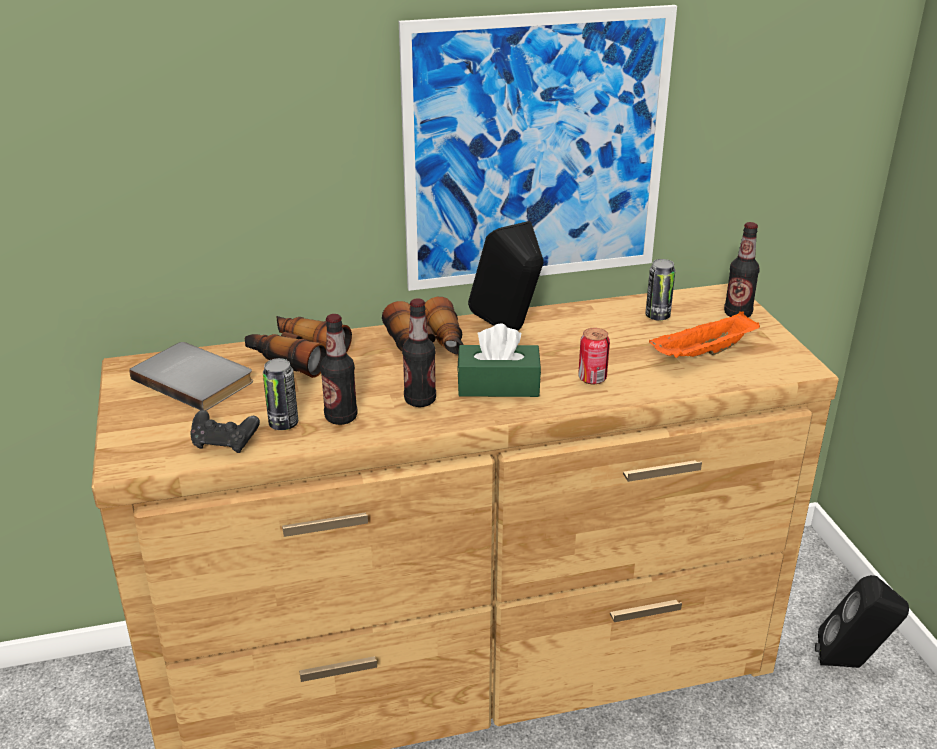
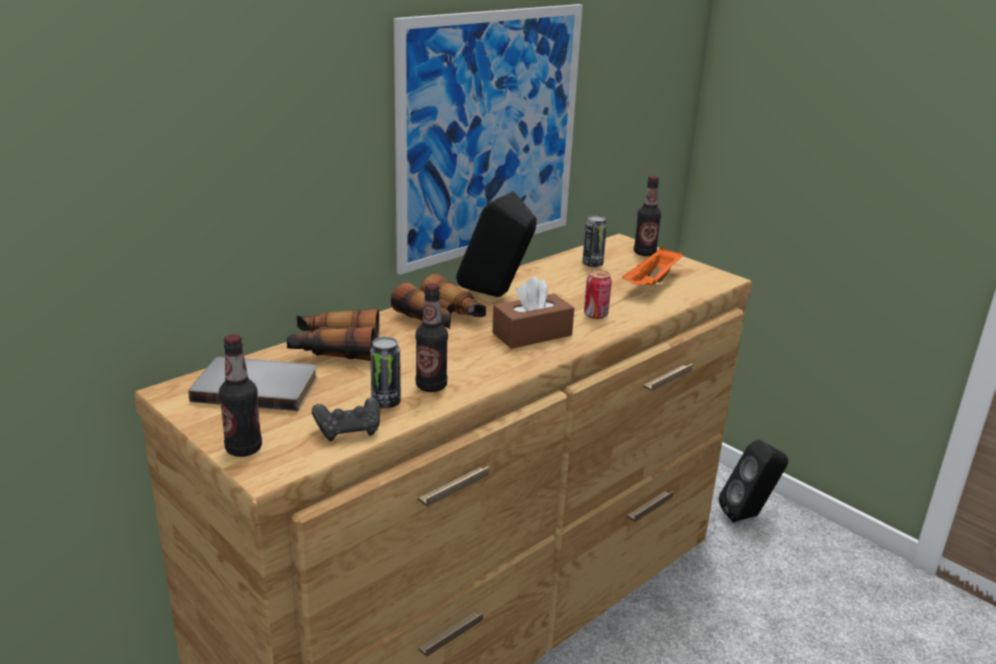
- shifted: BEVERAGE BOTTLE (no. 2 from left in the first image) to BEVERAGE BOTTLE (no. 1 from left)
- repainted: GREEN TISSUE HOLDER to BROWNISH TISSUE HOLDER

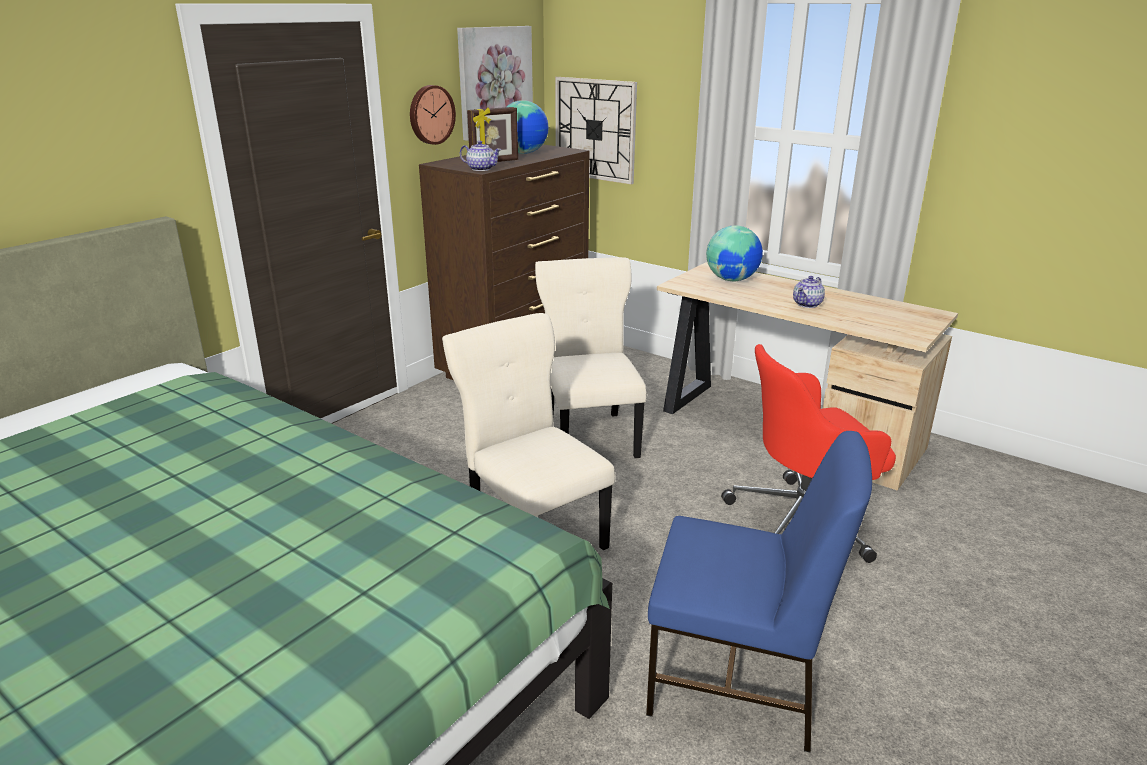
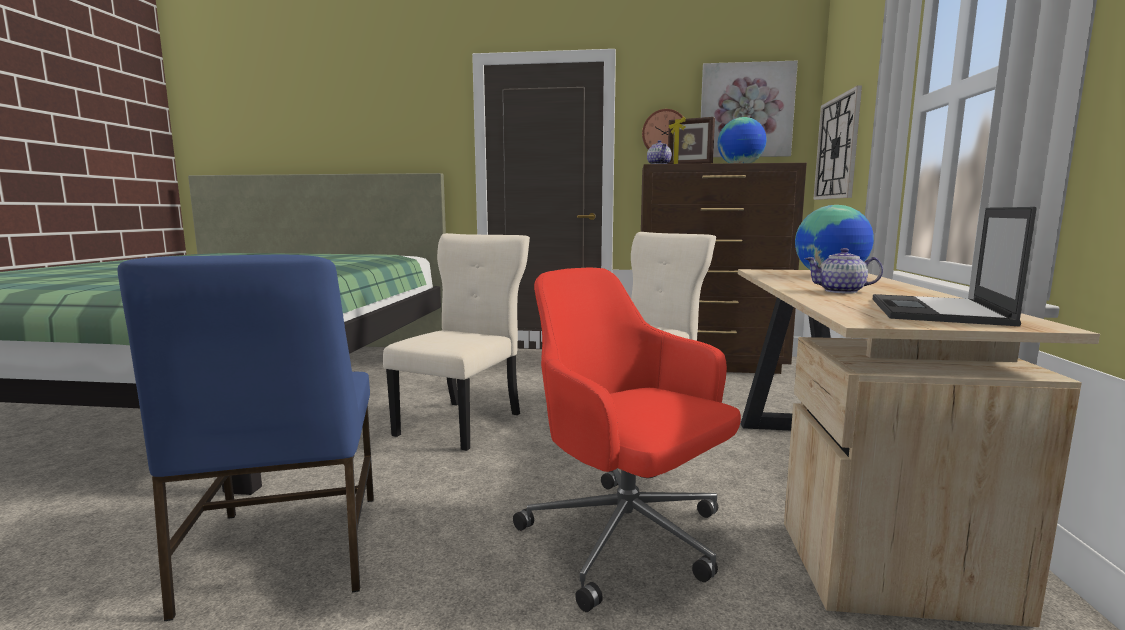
- new: LAPTOP

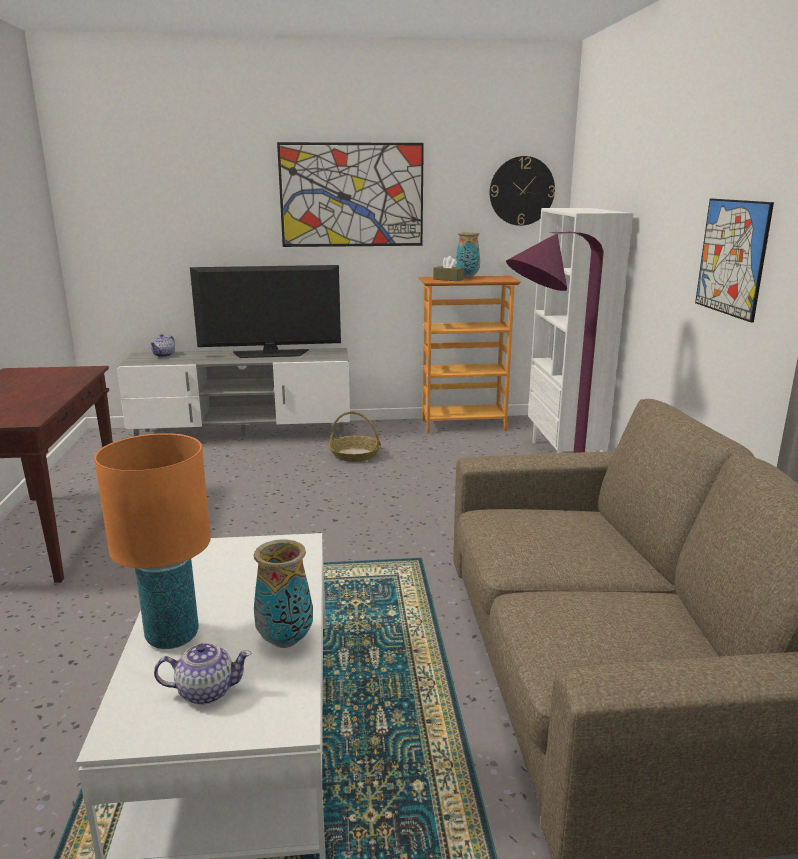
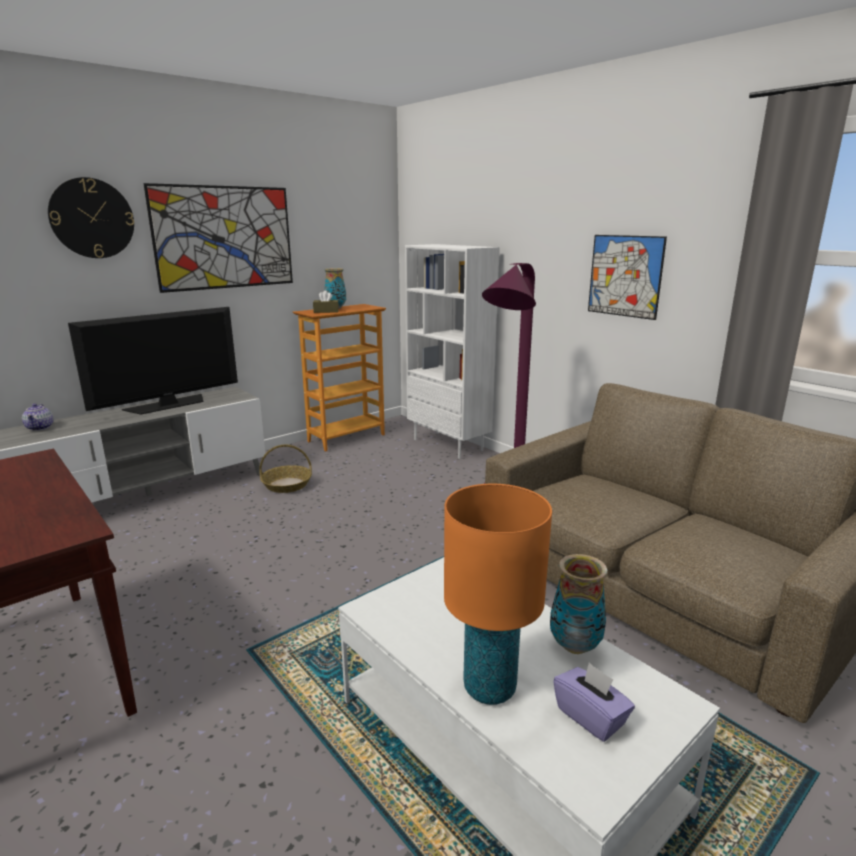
- shifted: WALL CLOCK
- swapped: POT FOR TEA (no. 2 from left) to PURPLE-COLOURED TISSUE HOLDER

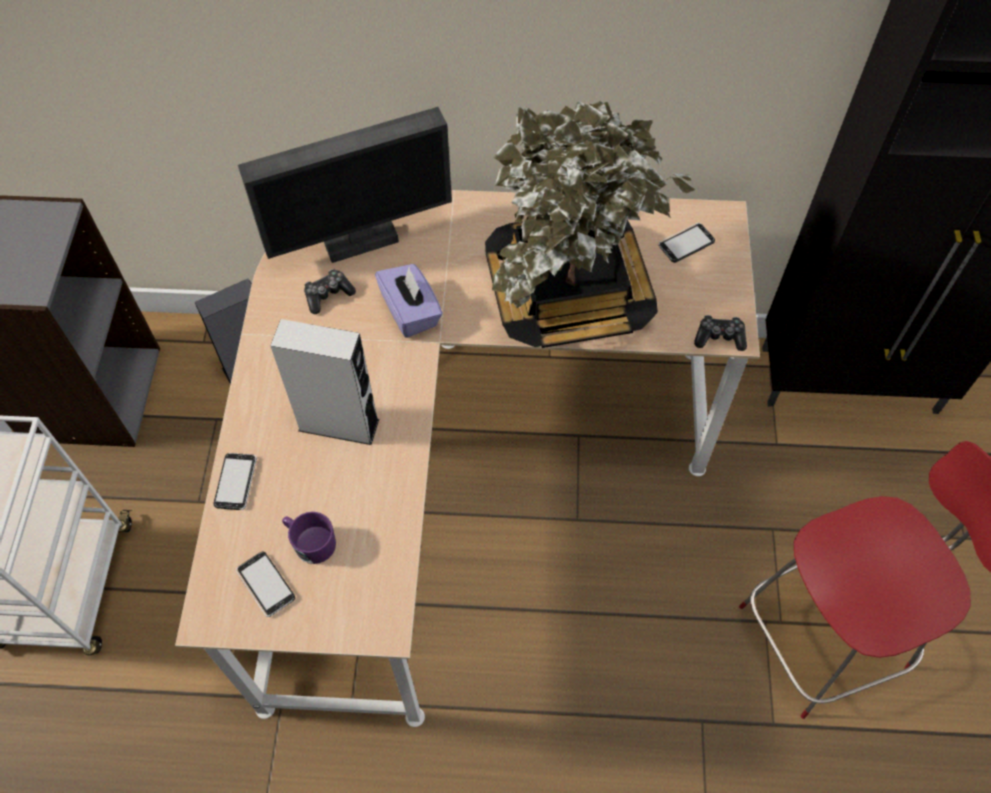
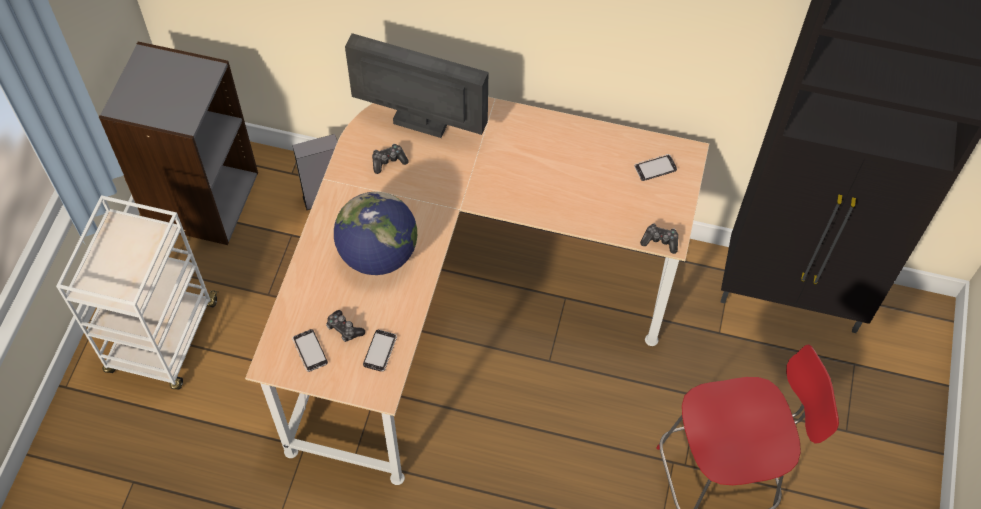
- swapped: PURPLE-COLOURED MUG to GAME CONTROLLER (no. 1 from left)
- swapped: GRAY LOUDSPEAKER (no. 2 from left) to GLOBE
- rotated: COMPUTER DISPLAY 150 degrees counterclockwise
- shifted: HANDSET (no. 1 from left in the first image) to HANDSET (no. 2 from left)
- gone: PURPLE-COLOURED TISSUE HOLDER
- gone: PLANT IN A POT

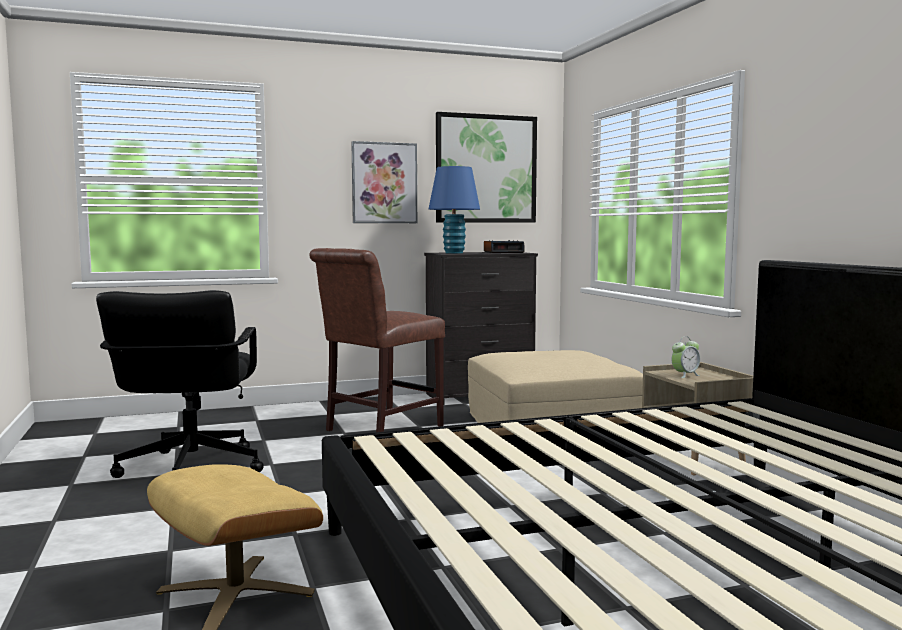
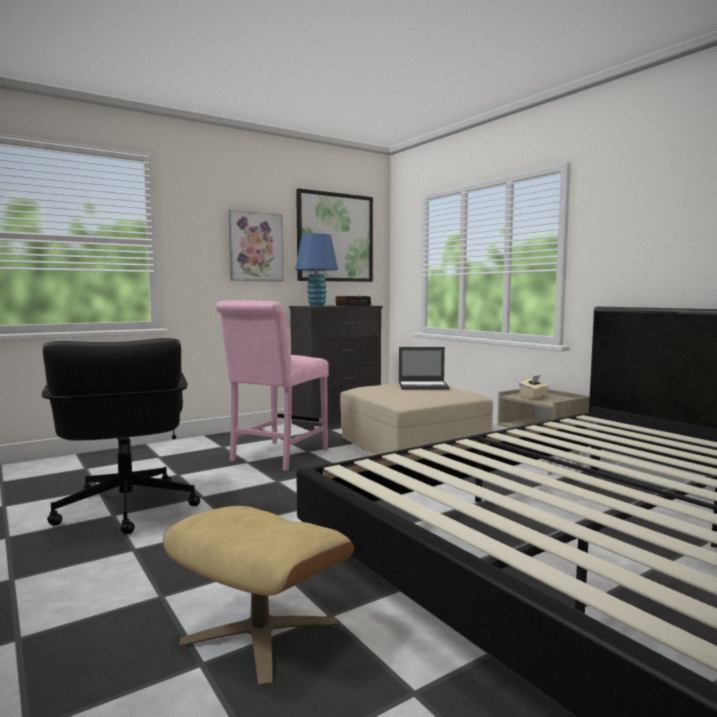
- repainted: BROWNISH UPRIGHT CHAIR to PINKISH UPRIGHT CHAIR
- new: LAPTOP
- swapped: ALARM CLOCK (no. 2 from left) to SAND-COLOURED TISSUE HOLDER

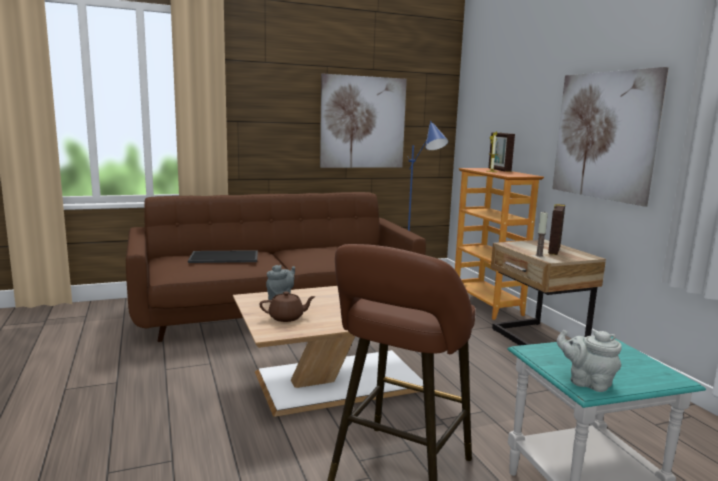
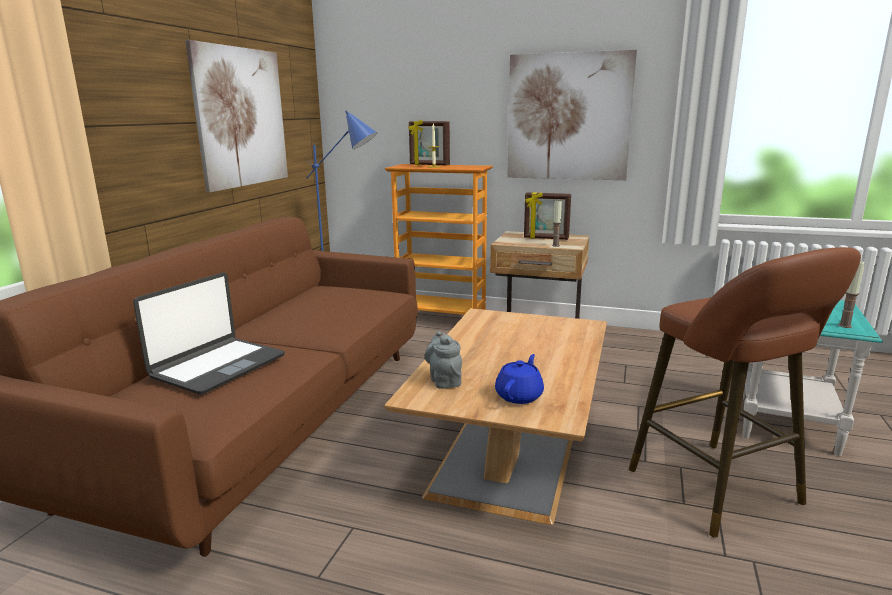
- swapped: SERVING TRAY to LAPTOP
- repainted: BROWNISH POT FOR TEA to BLUISH POT FOR TEA
- rotated: STANDING FRAME (no. 2 from left) 45 degrees counterclockwise
- swapped: GRAY POT FOR TEA (no. 2 from left) to CANDLE (no. 3 from left)

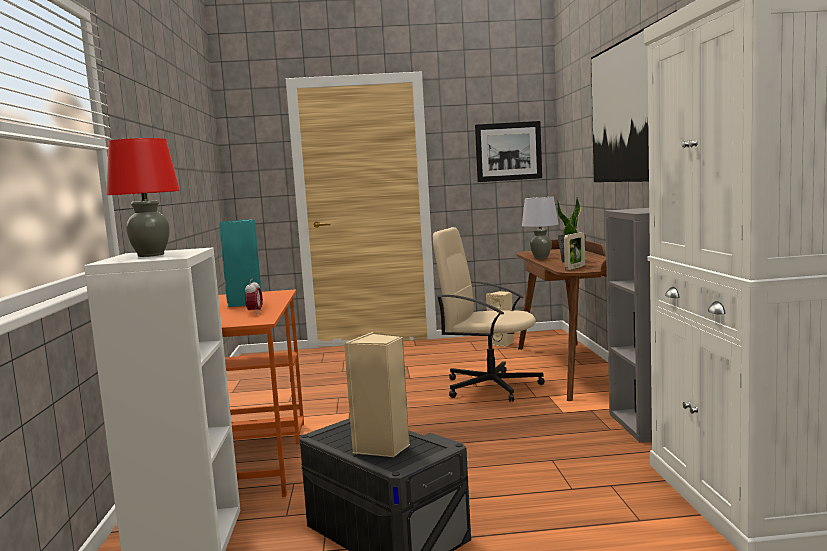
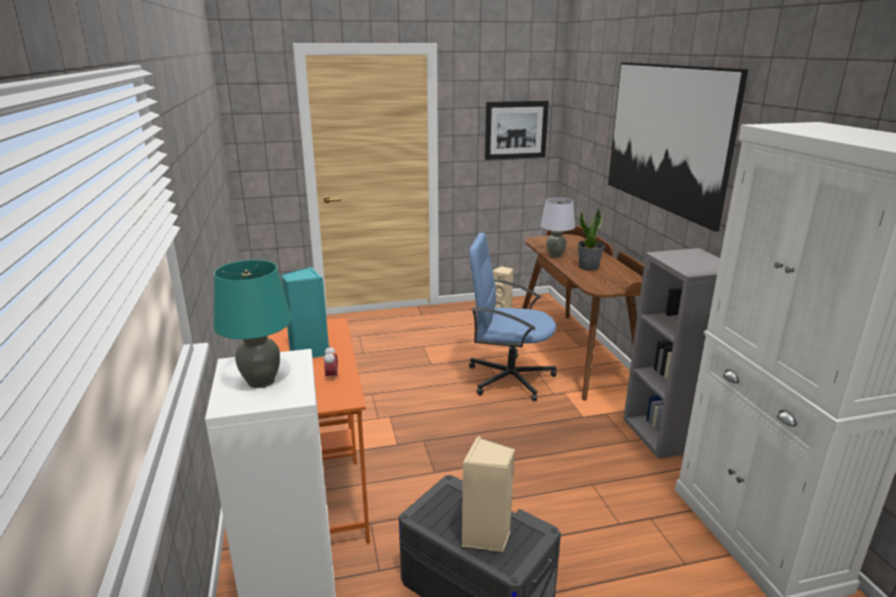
- repainted: REDDISH LAMP FOR A TABLE to BLUE-GREEN LAMP FOR A TABLE
- repainted: SAND-COLOURED OFFICE CHAIR to BLUISH OFFICE CHAIR
- gone: STANDING FRAME

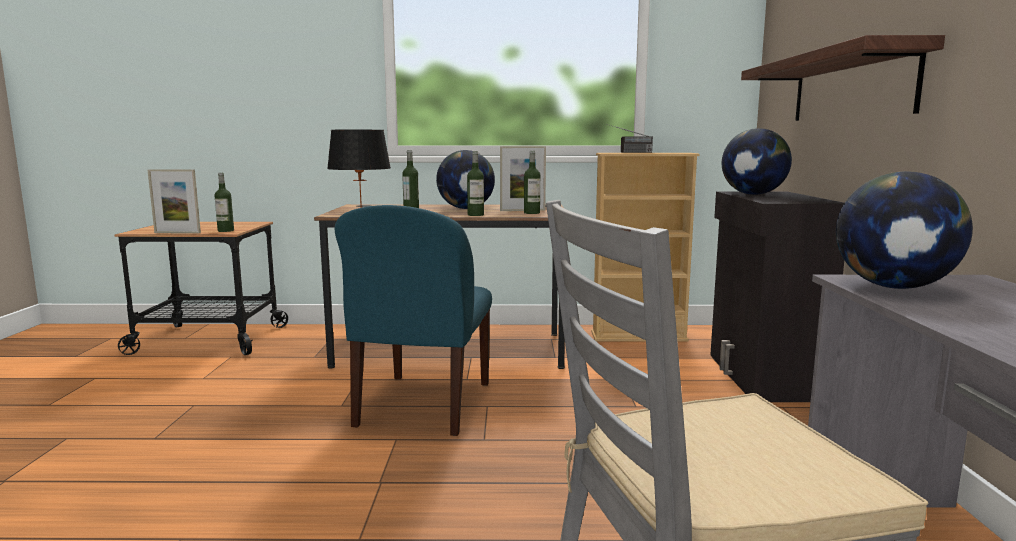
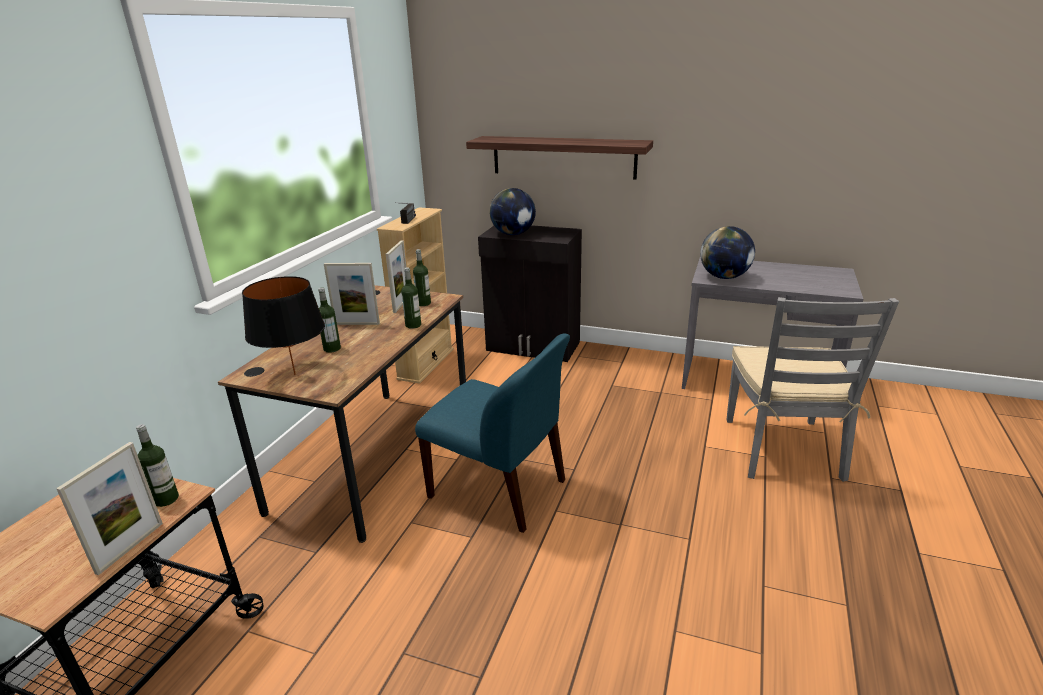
- swapped: GLOBE (no. 1 from left) to STANDING FRAME (no. 2 from left)

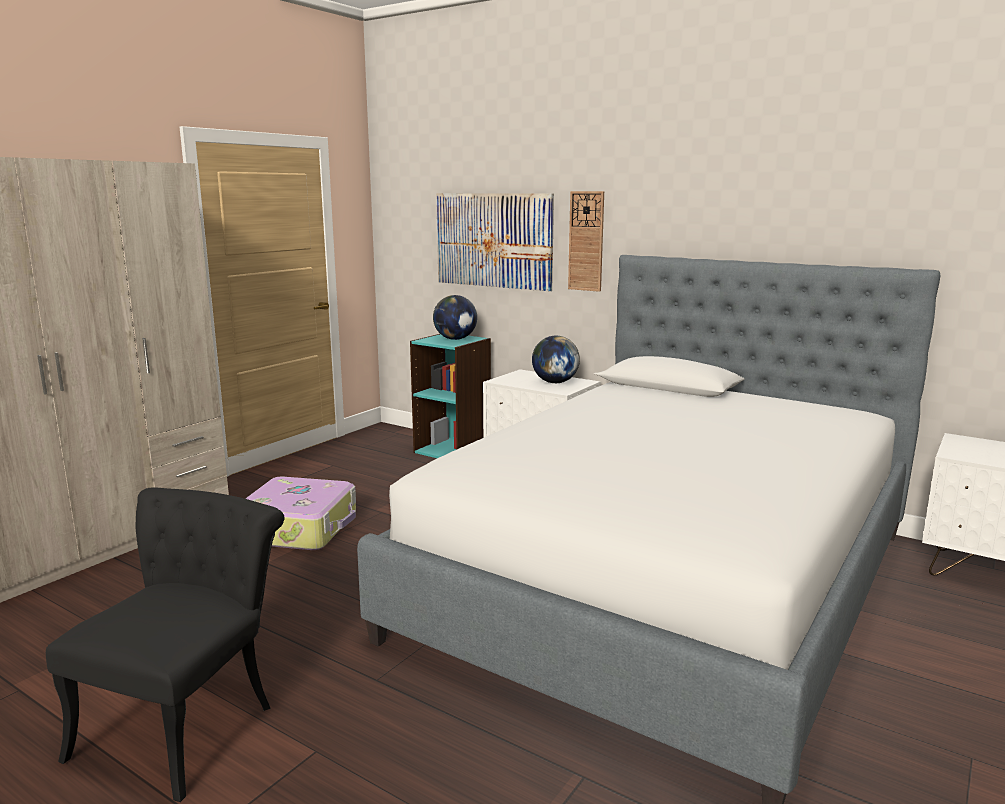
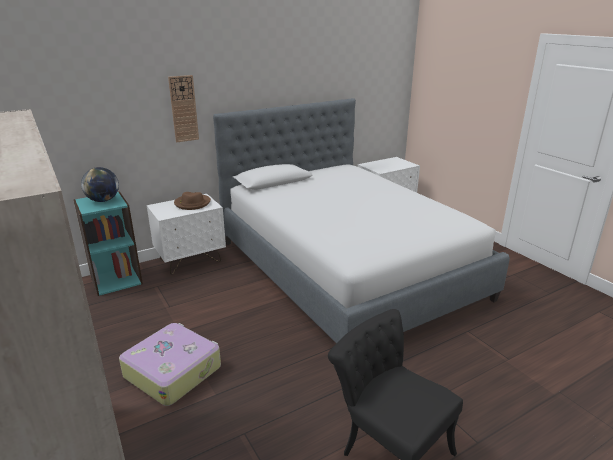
- swapped: GLOBE (no. 2 from left) to BROWNISH CLOTHING HAT
- gone: WALL ART

